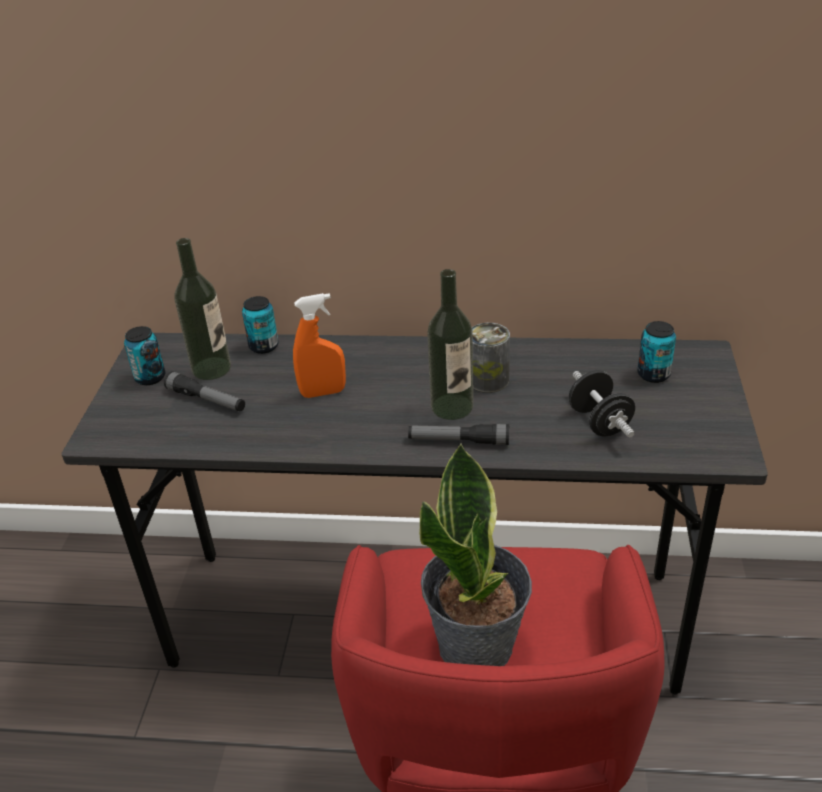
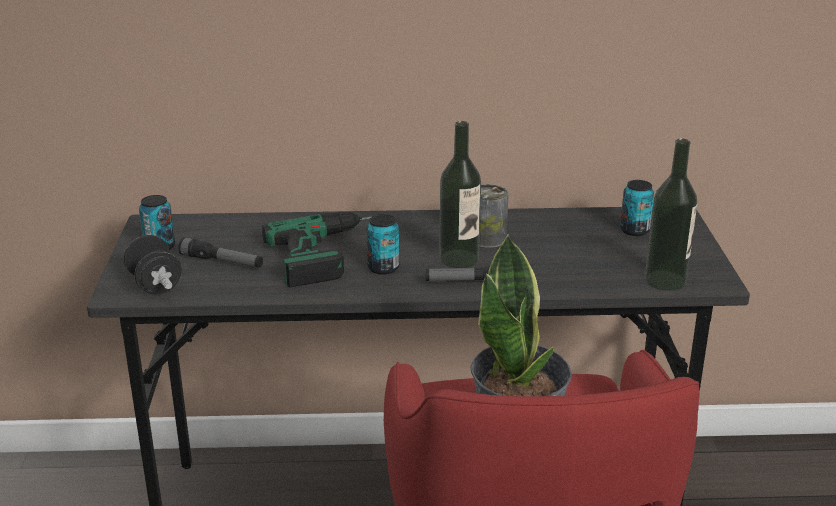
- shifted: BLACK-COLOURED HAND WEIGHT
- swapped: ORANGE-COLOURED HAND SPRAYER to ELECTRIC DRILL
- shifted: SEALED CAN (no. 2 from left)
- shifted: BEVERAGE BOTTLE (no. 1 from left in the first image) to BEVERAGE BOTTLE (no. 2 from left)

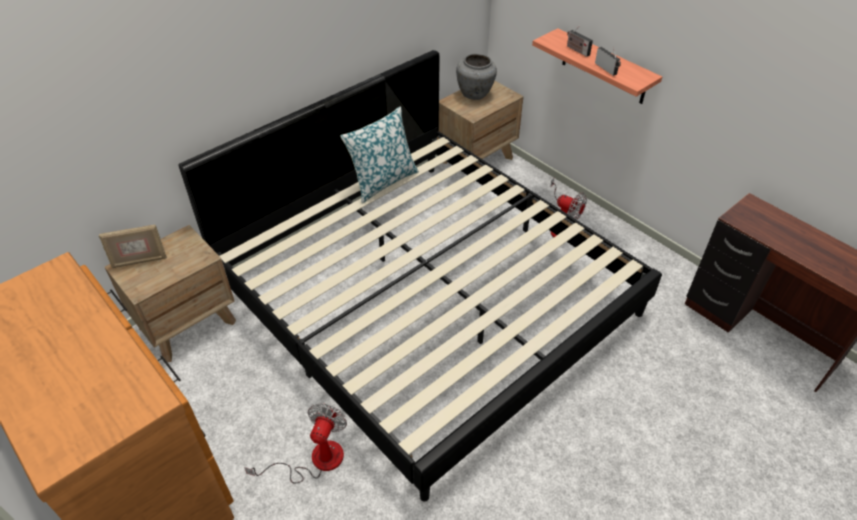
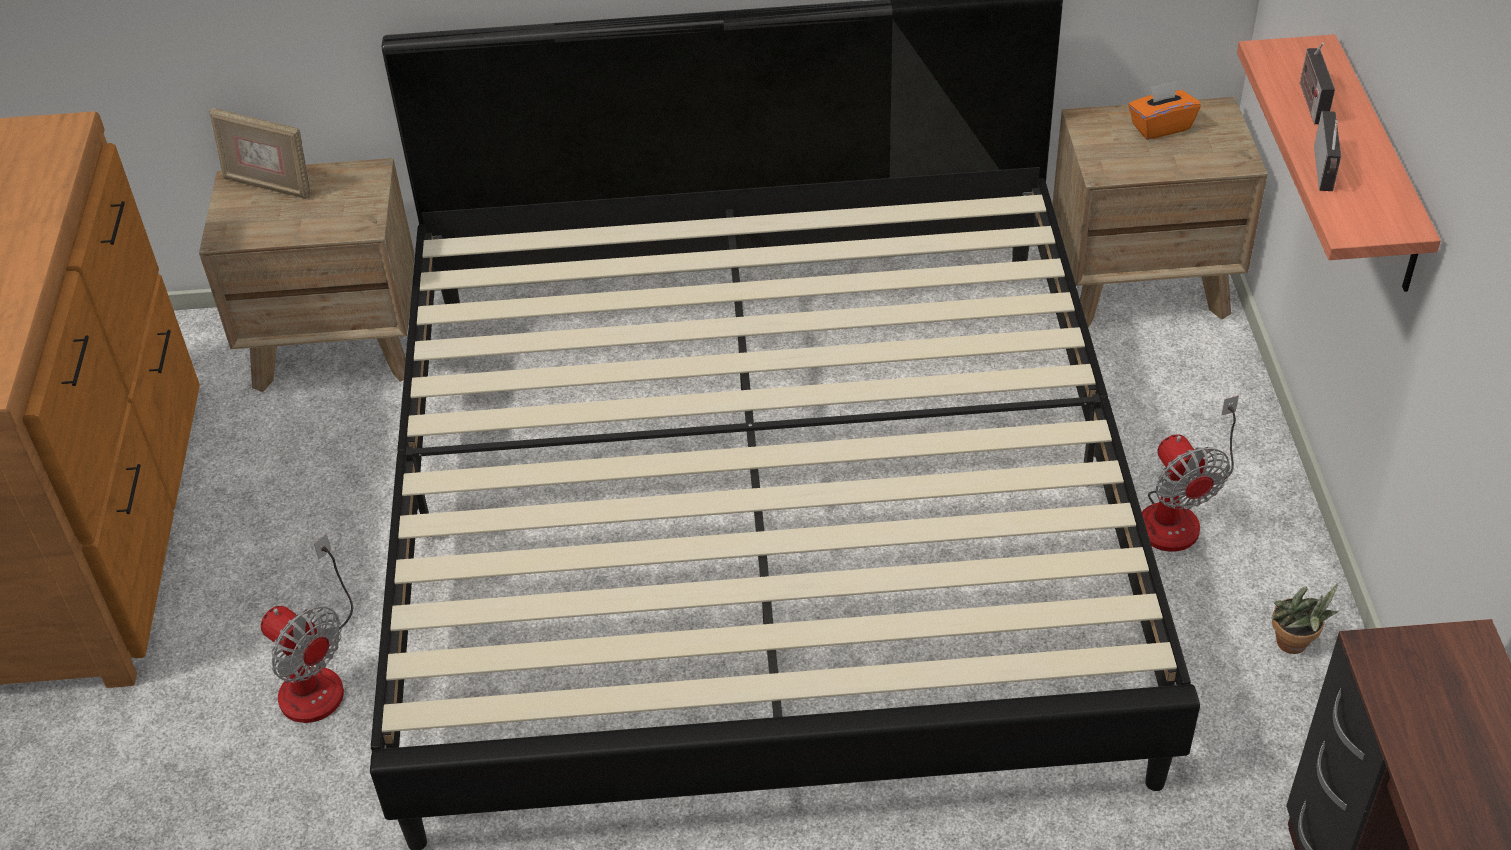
- rotated: FAN (no. 1 from left) 75 degrees clockwise
- swapped: GRAY VASE to ORANGE-COLOURED TISSUE HOLDER
- new: PLANT IN A POT
- gone: CUSHION

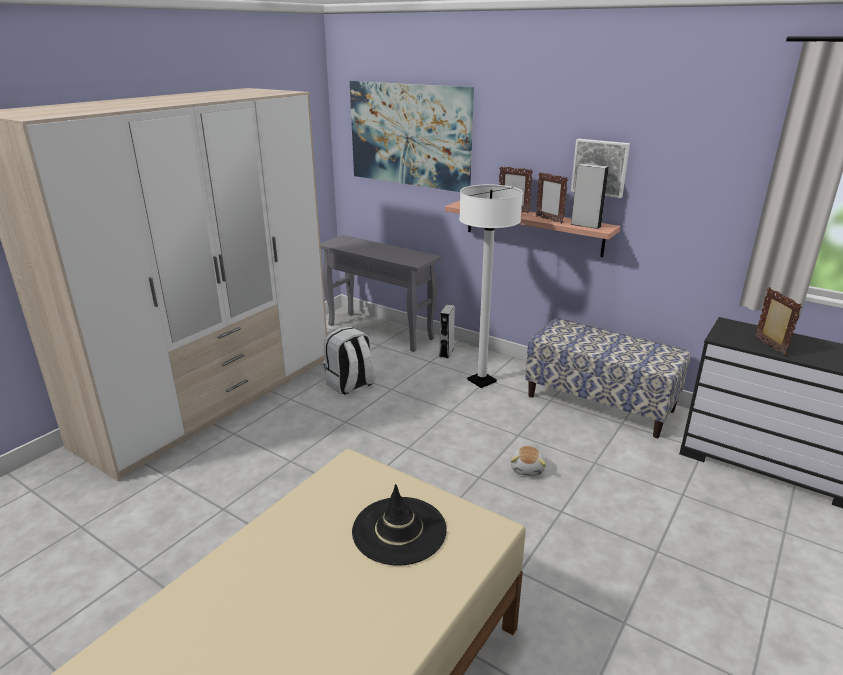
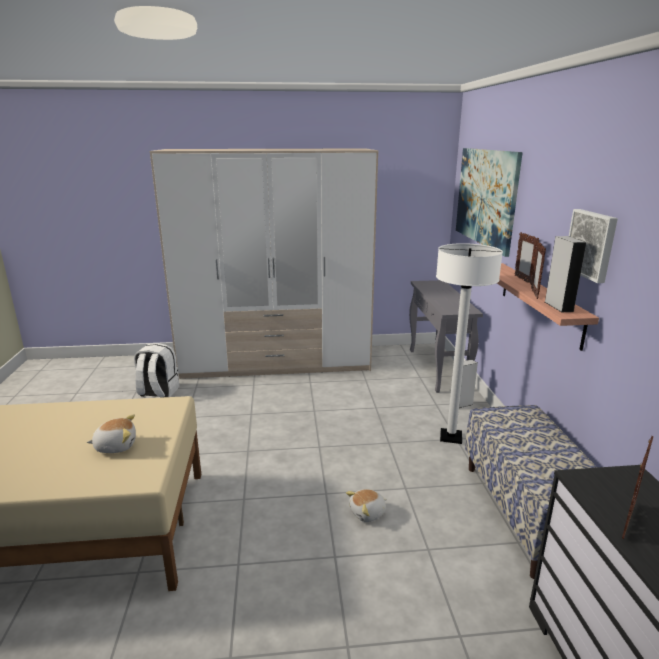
- swapped: BLACK-COLOURED CLOTHING HAT to CUDDLY TOY (no. 1 from left)
- shifted: WHITE KNAPSACK

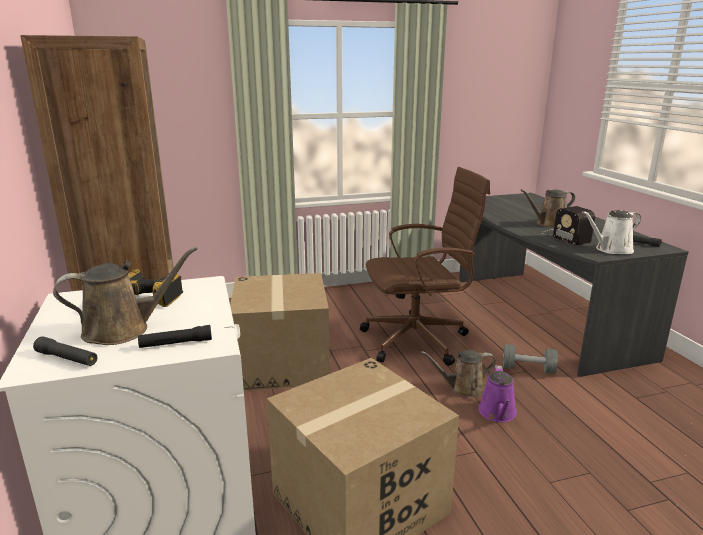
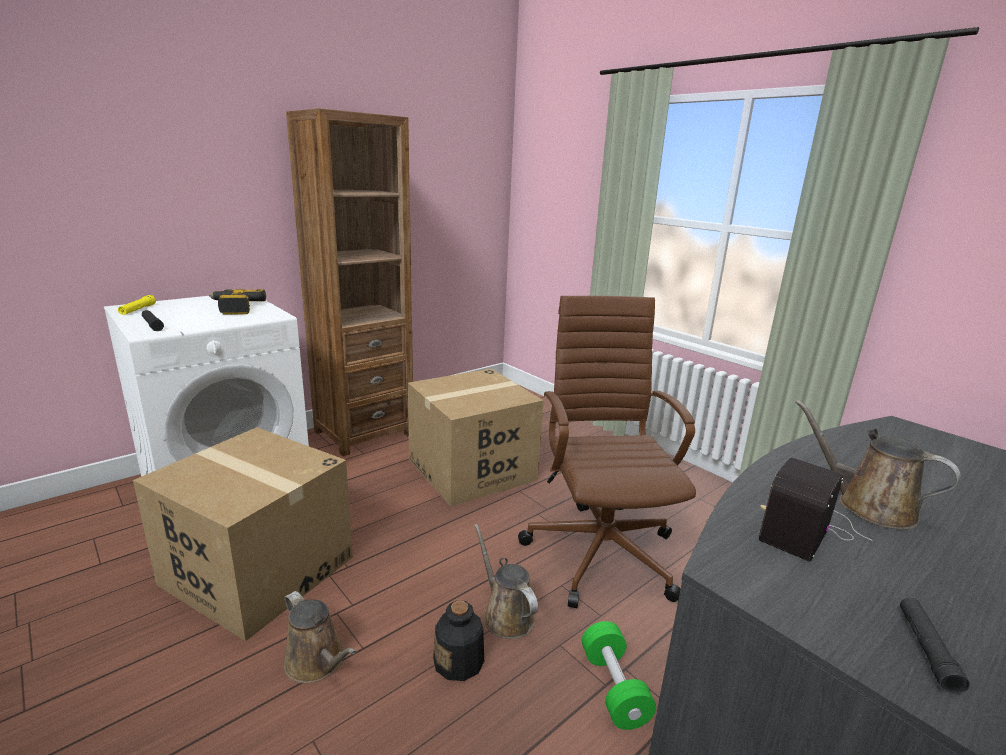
- repainted: BLACK-COLOURED HAND TORCH (no. 1 from left) to YELLOWISH HAND TORCH
- shifted: BROWNISH WATERING CAN (no. 1 from left)
- swapped: PURPLE-COLOURED WATERING CAN to BEVERAGE BOTTLE
- rotated: BROWNISH OFFICE CHAIR 150 degrees counterclockwise
- repainted: GRAY HAND WEIGHT to GREEN HAND WEIGHT
- gone: WHITE WATERING CAN

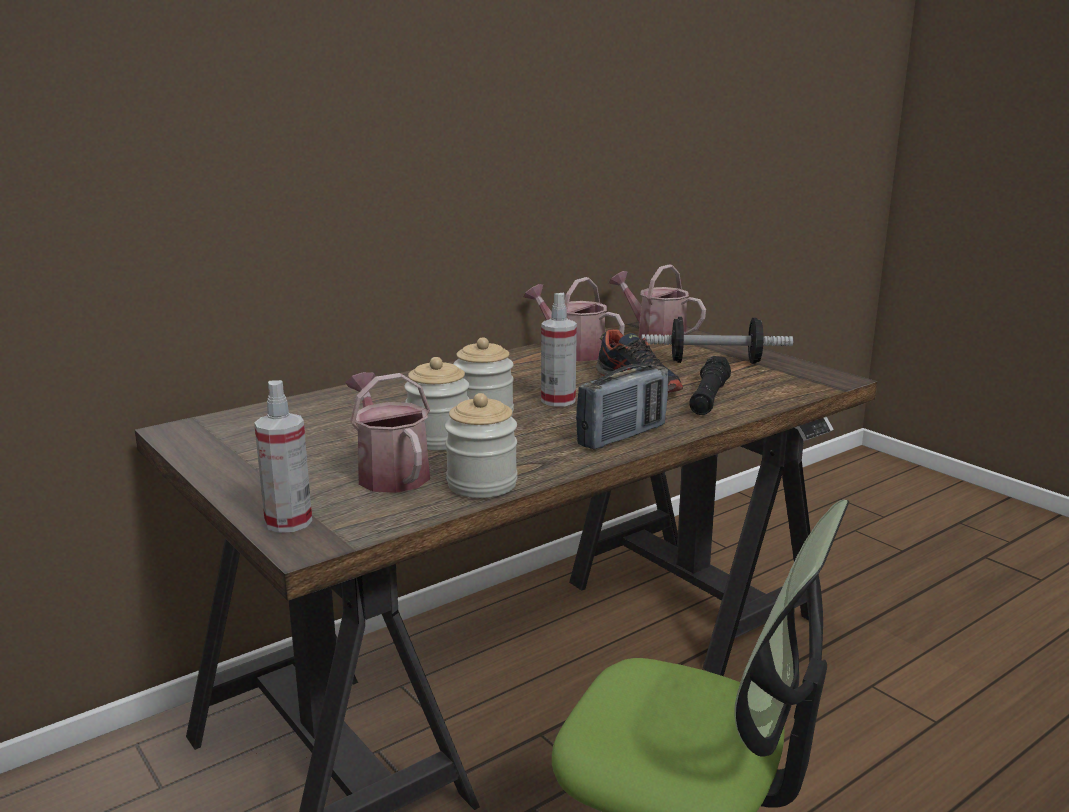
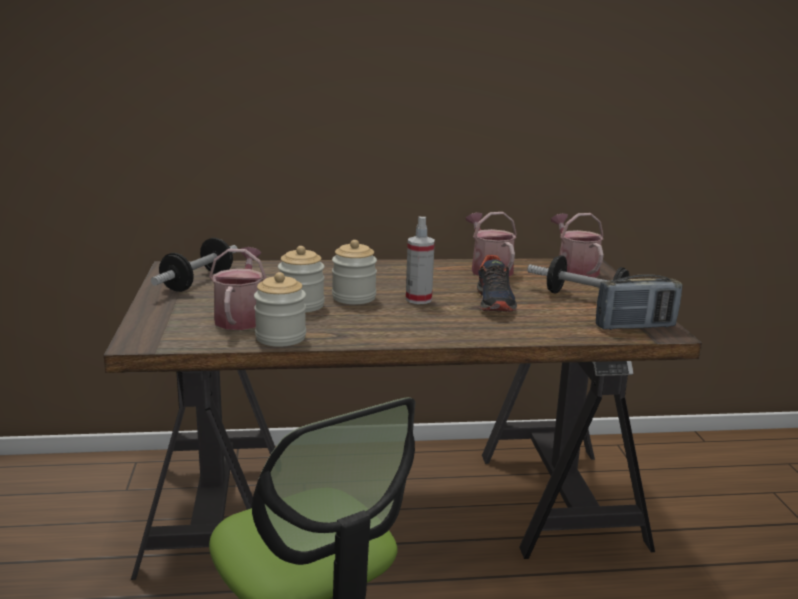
- new: HAND WEIGHT (no. 1 from left)
- shifted: RADIO
- gone: HAND SPRAYER (no. 1 from left)
- gone: BLACK-COLOURED HAND TORCH

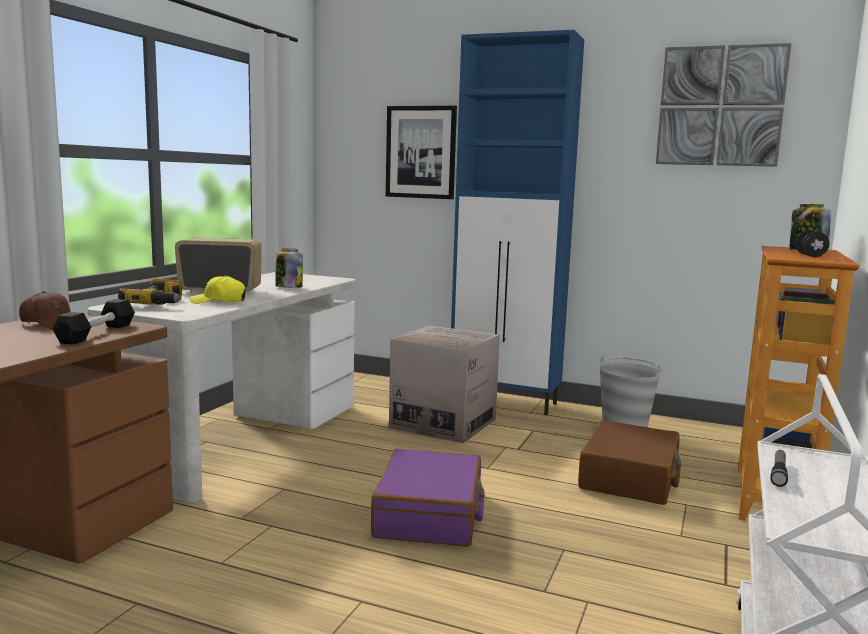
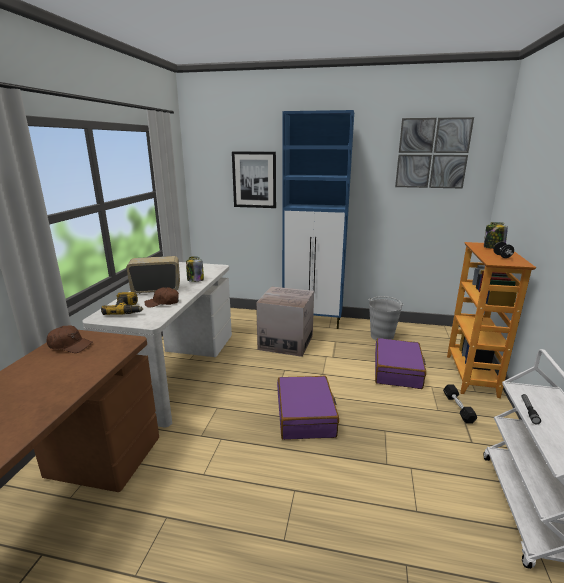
- repainted: YELLOWISH CAP to BROWNISH CAP (no. 2 from left)
- repainted: BROWNISH SUITCASE to PURPLE-COLOURED SUITCASE (no. 2 from left)
- shifted: BLACK-COLOURED HAND WEIGHT (no. 1 from left)

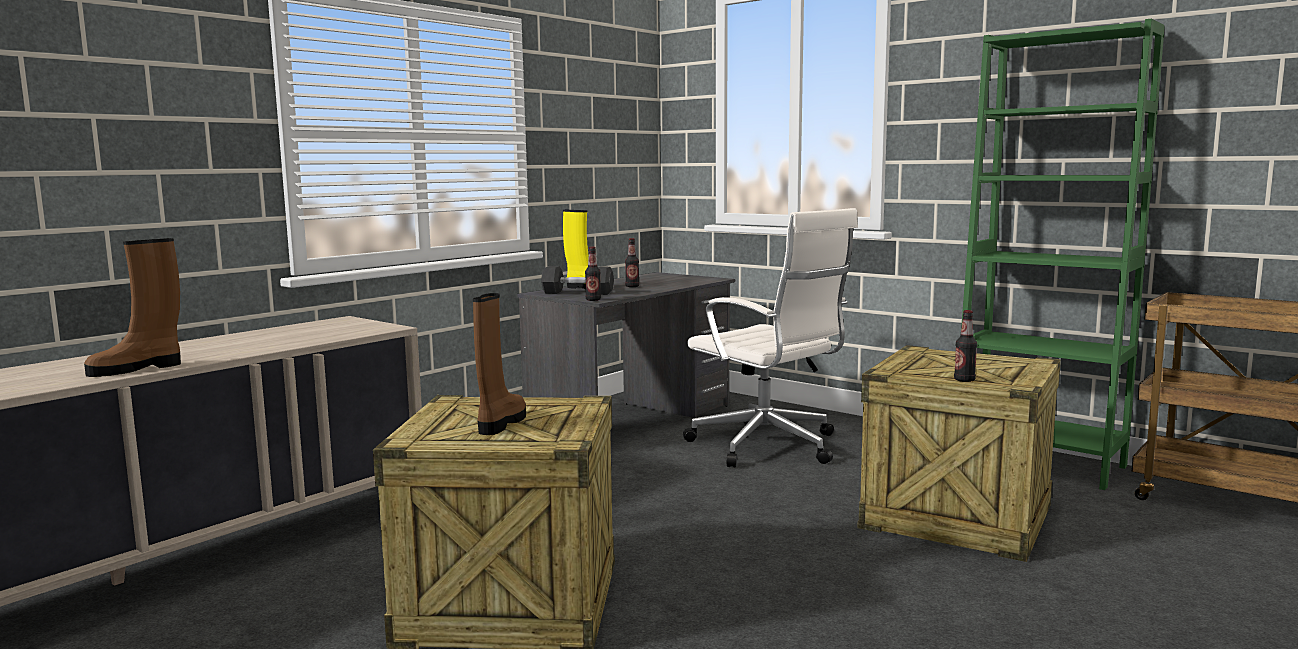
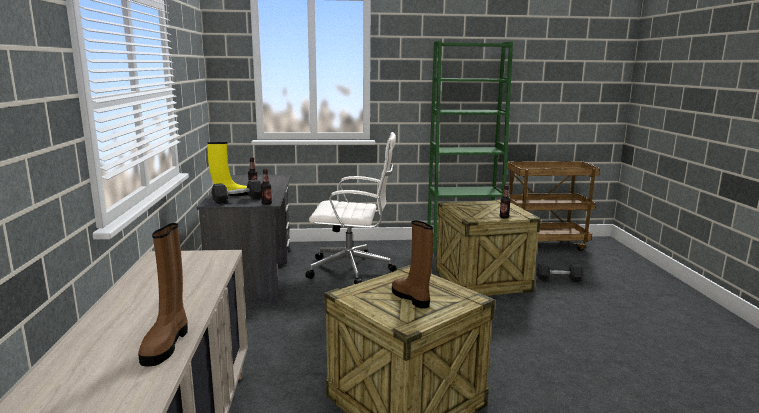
- new: GRAY HAND WEIGHT (no. 2 from left)

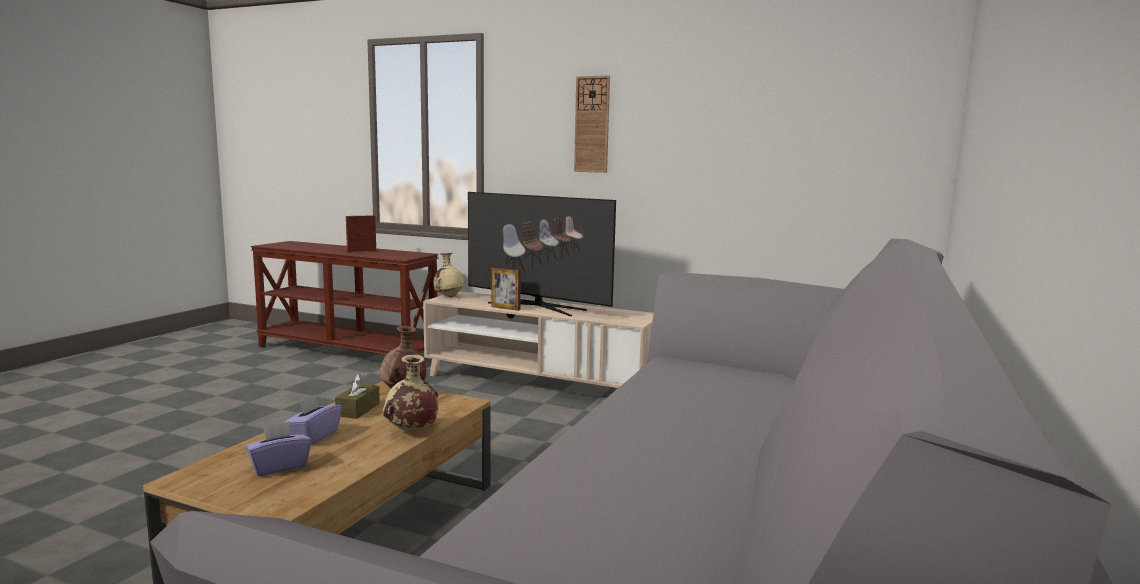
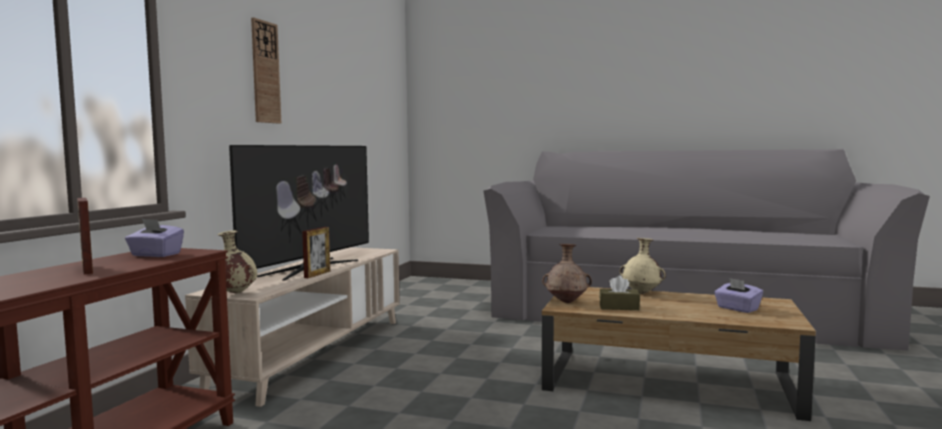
- shifted: PURPLE-COLOURED TISSUE HOLDER (no. 2 from left in the first image) to PURPLE-COLOURED TISSUE HOLDER (no. 1 from left)

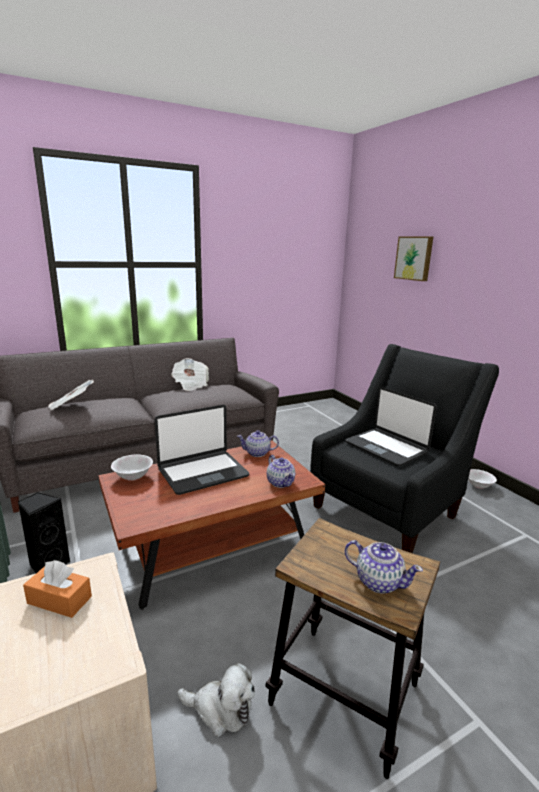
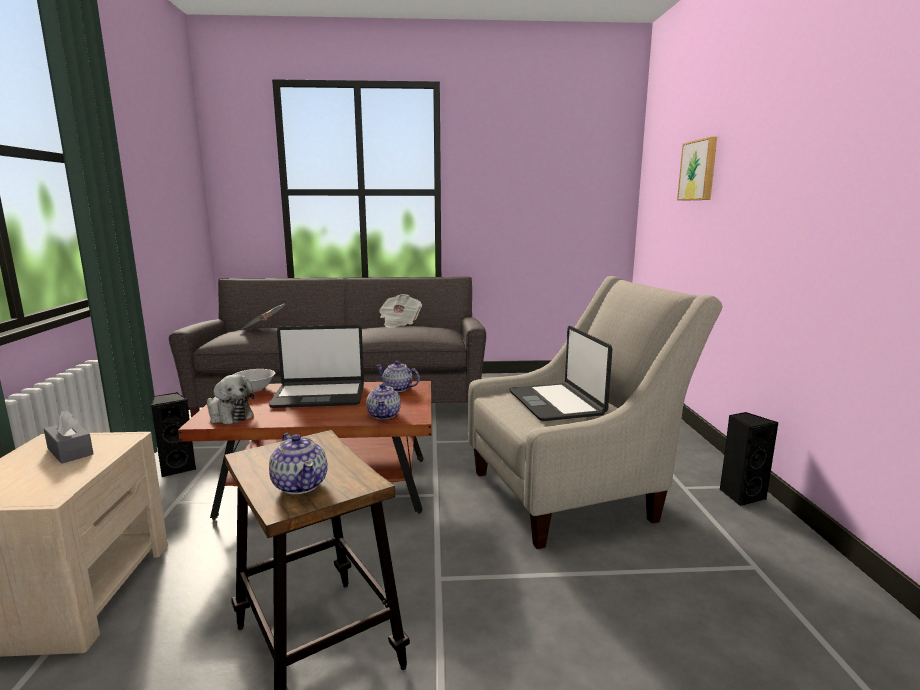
- repainted: ORANGE-COLOURED TISSUE HOLDER to GRAY TISSUE HOLDER
- shifted: CUDDLY TOY
- repainted: BLACK-COLOURED LOUNGE CHAIR to SAND-COLOURED LOUNGE CHAIR
- swapped: WHITE DEEP DISH (no. 2 from left) to BLACK-COLOURED LOUDSPEAKER (no. 2 from left)

